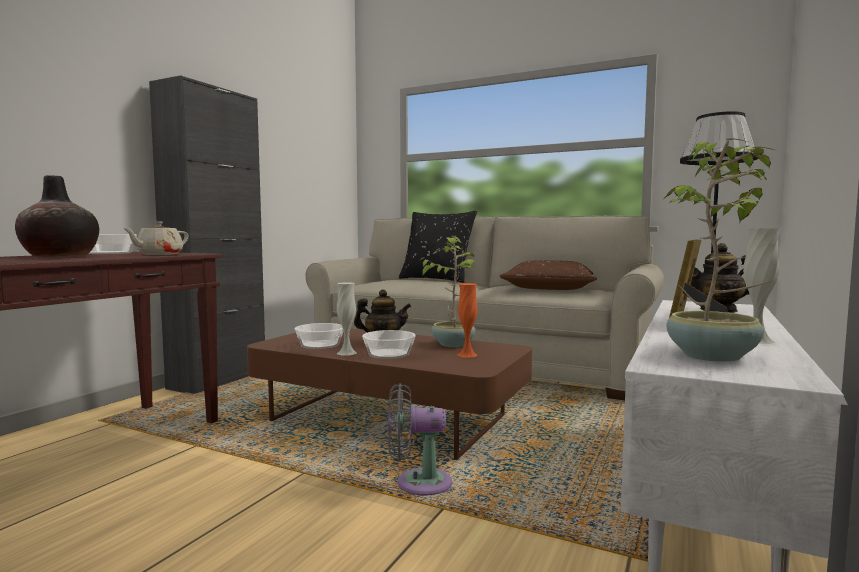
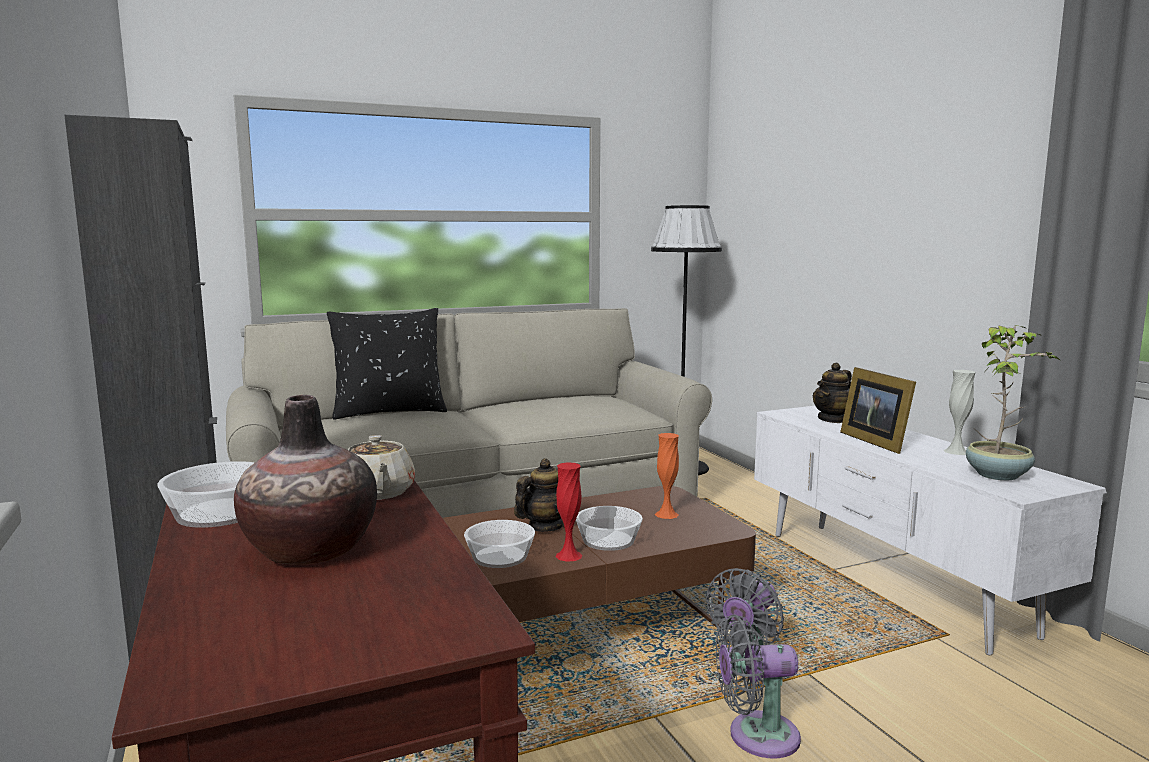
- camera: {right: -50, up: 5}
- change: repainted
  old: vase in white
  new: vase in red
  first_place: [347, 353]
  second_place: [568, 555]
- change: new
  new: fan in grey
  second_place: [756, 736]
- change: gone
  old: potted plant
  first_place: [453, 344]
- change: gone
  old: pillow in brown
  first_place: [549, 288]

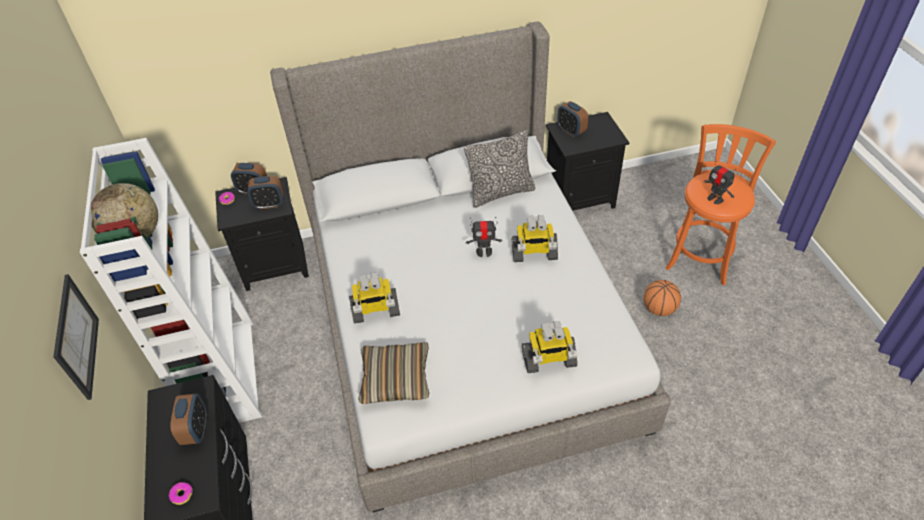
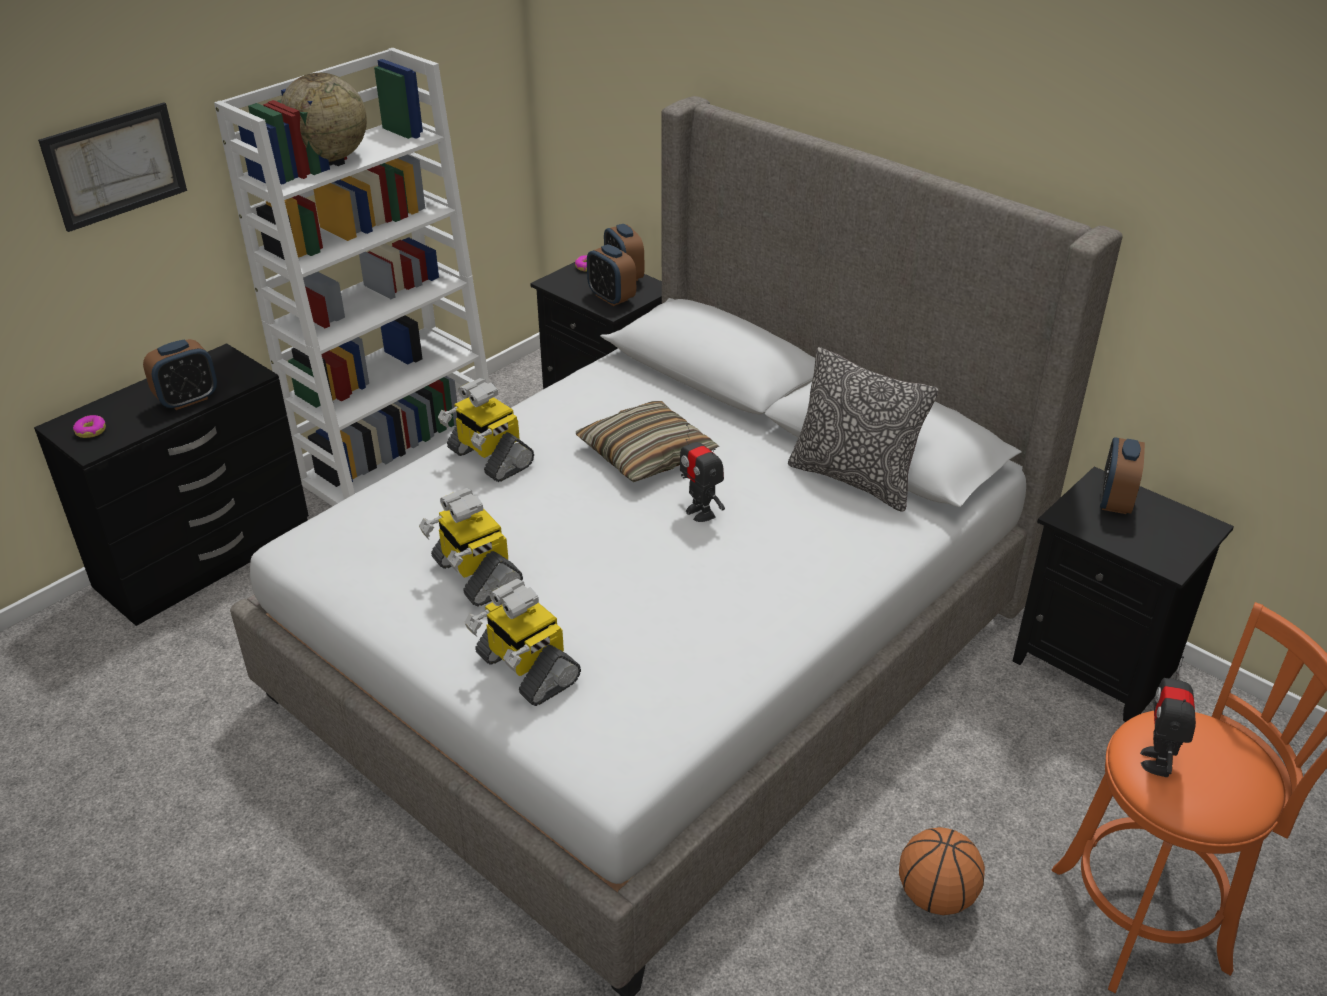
- camera: {right: 55, up: -10}
- change: shifted
  old: toy robot
  first_place: [534, 253]
  second_place: [475, 575]
- change: shifted
  old: pillow
  first_place: [395, 378]
  second_place: [646, 455]

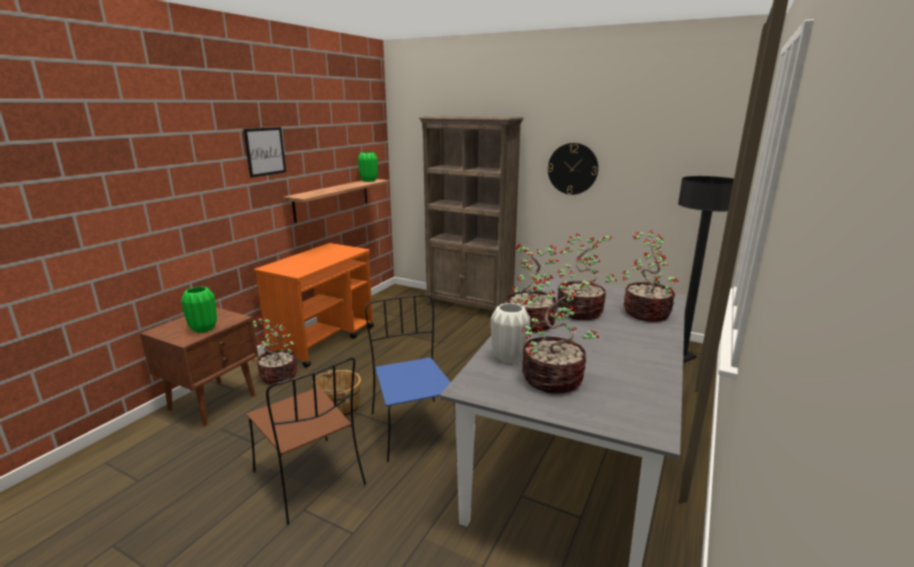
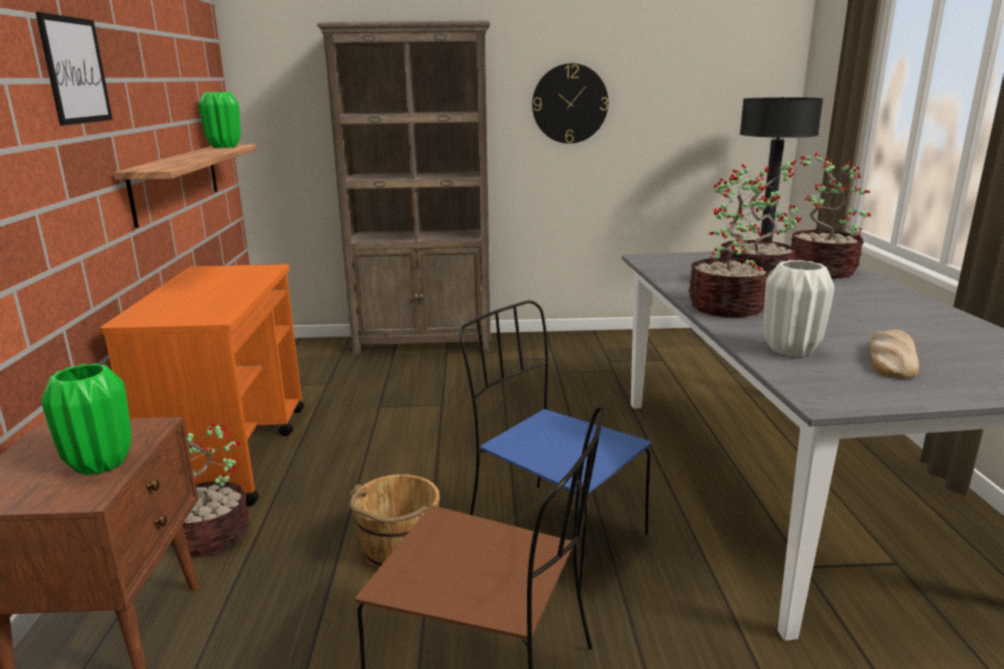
- camera: {right: -30, up: 0}
- change: swapped
  old: potted plant
  new: bread
  first_place: [554, 379]
  second_place: [891, 359]

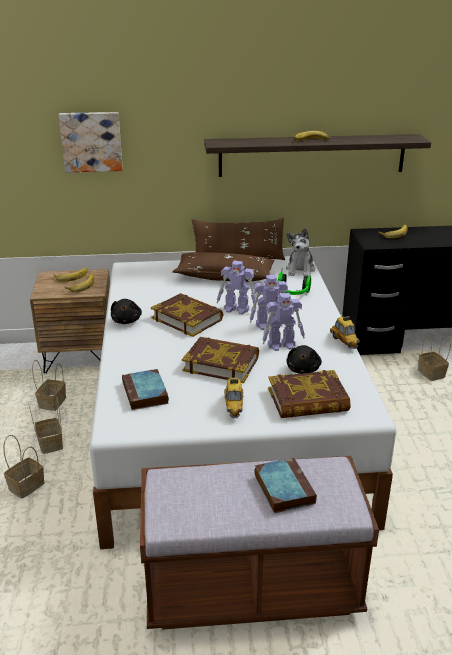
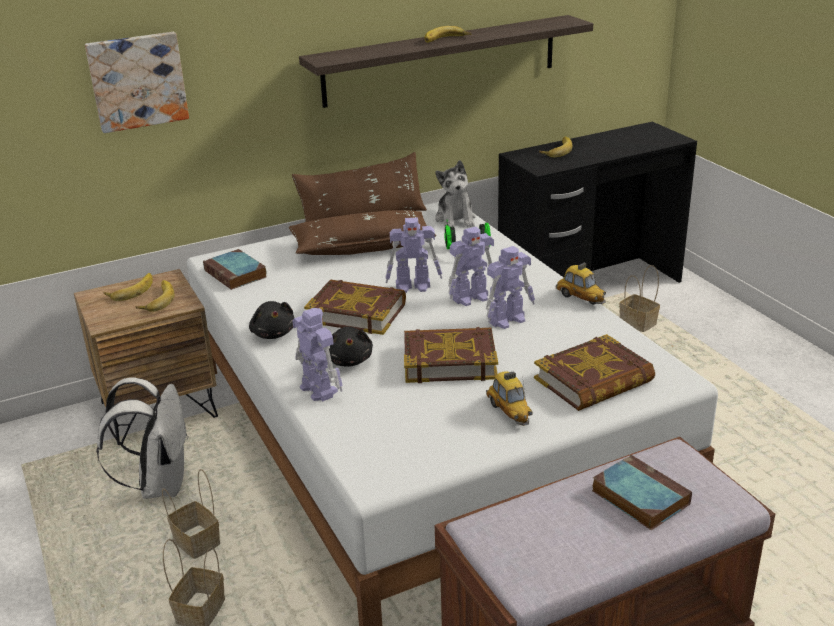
- camera: {right: -20, up: 0}
- change: swapped
  old: basket
  new: backpack in white
  first_place: [52, 403]
  second_place: [160, 484]
- change: shifted
  old: book
  first_place: [145, 393]
  second_place: [236, 274]
- change: new
  new: toy robot
  second_place: [318, 389]
- change: shifted
  old: plush toy in black
  first_place: [303, 369]
  second_place: [349, 360]

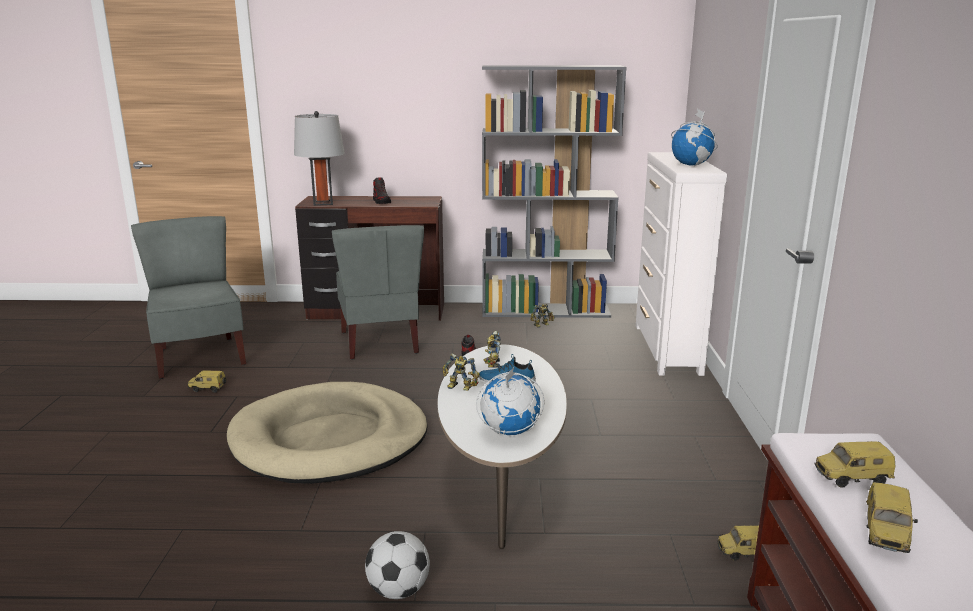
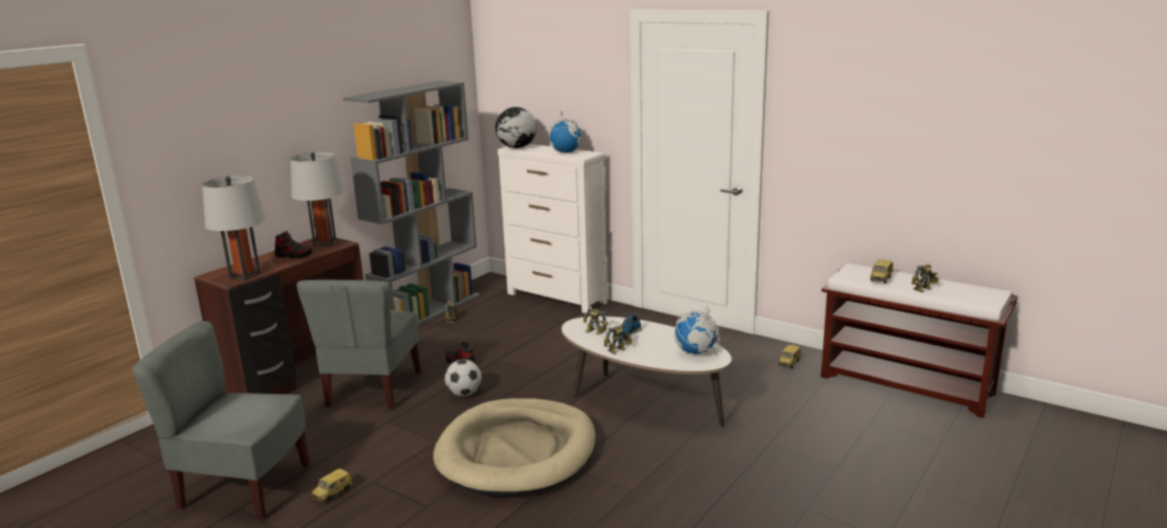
- camera: {right: -55, up: 0}
- change: new
  new: table lamp in grey
  second_place: [324, 242]
- change: rotated
  old: chair in grey
  first_place: [381, 342]
  second_place: [372, 389]
  degrees: 75
- change: shifted
  old: football
  first_place: [398, 590]
  second_place: [464, 394]
- change: new
  new: globe
  second_place: [516, 147]
- change: swapped
  old: toy car
  new: toy robot
  first_place: [887, 536]
  second_place: [924, 289]

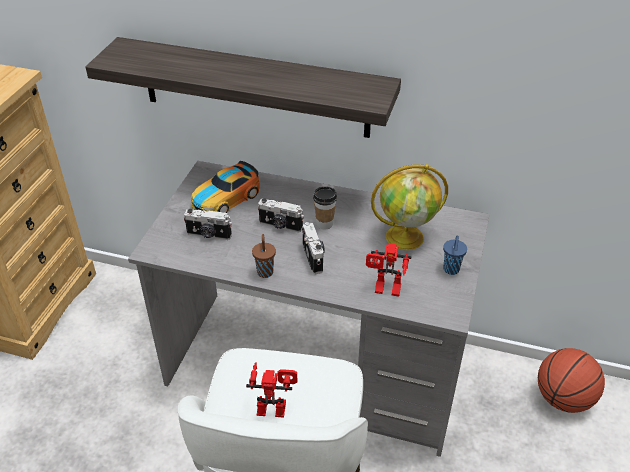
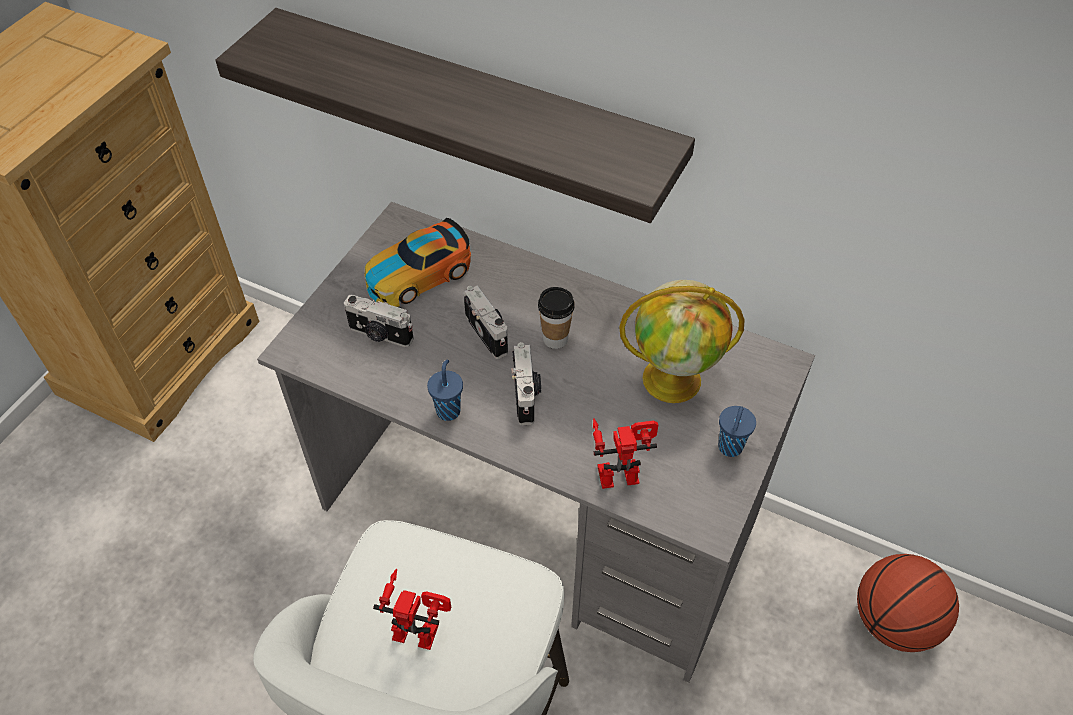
- camera: {right: 10, up: 10}
- change: repainted
  old: cup in brown
  new: cup in blue
  first_place: [265, 271]
  second_place: [448, 410]
- change: rotated
  old: photo camera
  first_place: [280, 226]
  second_place: [488, 333]
  degrees: -150
- change: rotated
  old: toy robot
  first_place: [385, 291]
  second_place: [620, 469]
  degrees: 150

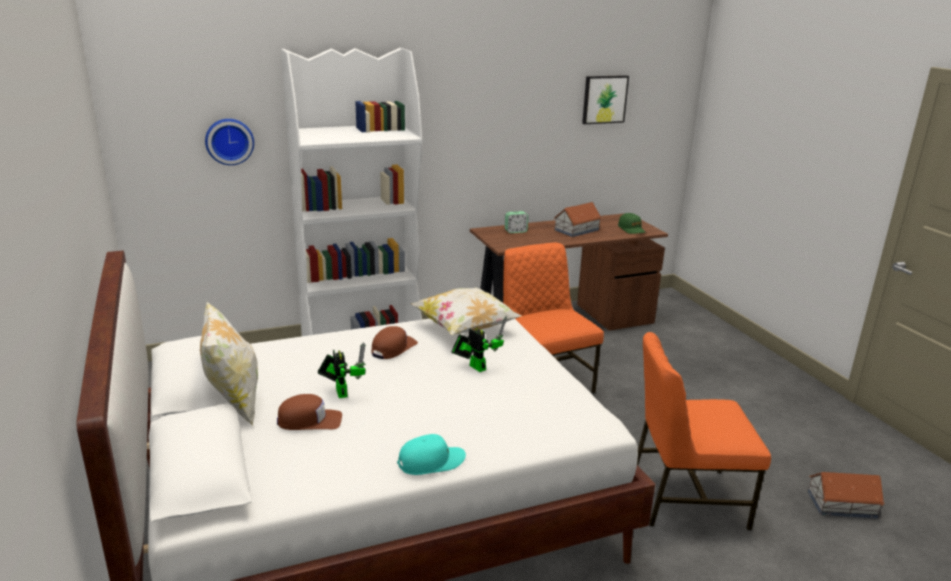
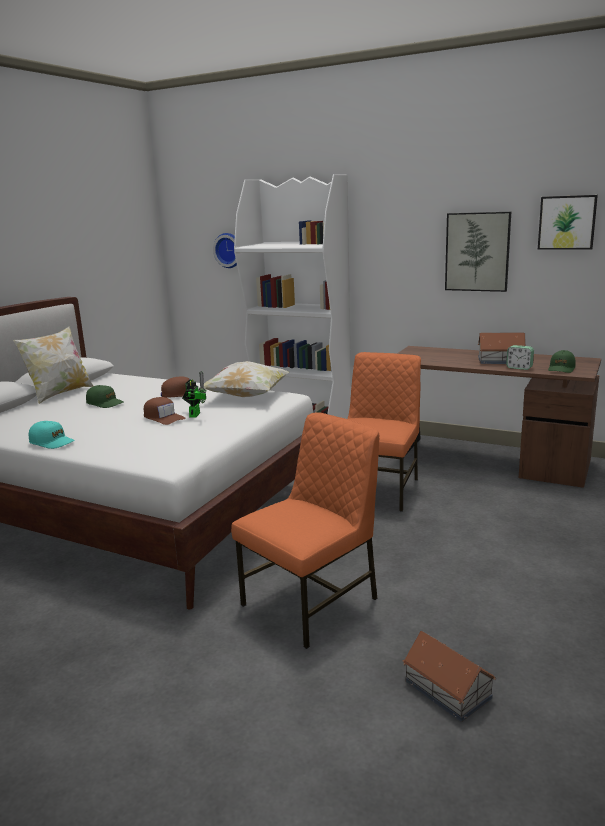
- camera: {right: 50, up: -5}
- change: swapped
  old: toy robot
  new: cap in green
  first_place: [341, 391]
  second_place: [105, 403]
- change: shifted
  old: cap in brown
  first_place: [310, 420]
  second_place: [163, 417]
- change: rotated
  old: chair in orange
  first_place: [685, 498]
  second_place: [313, 602]
  degrees: 90
- change: new
  new: picture
  second_place: [477, 252]
- change: shifted
  old: alarm clock
  first_place: [515, 231]
  second_place: [519, 368]

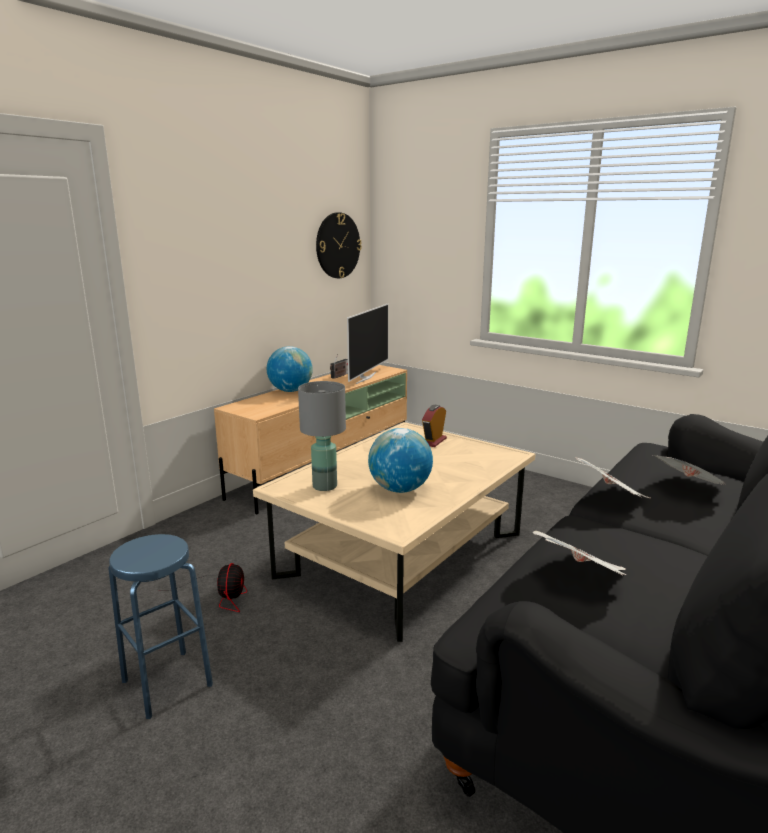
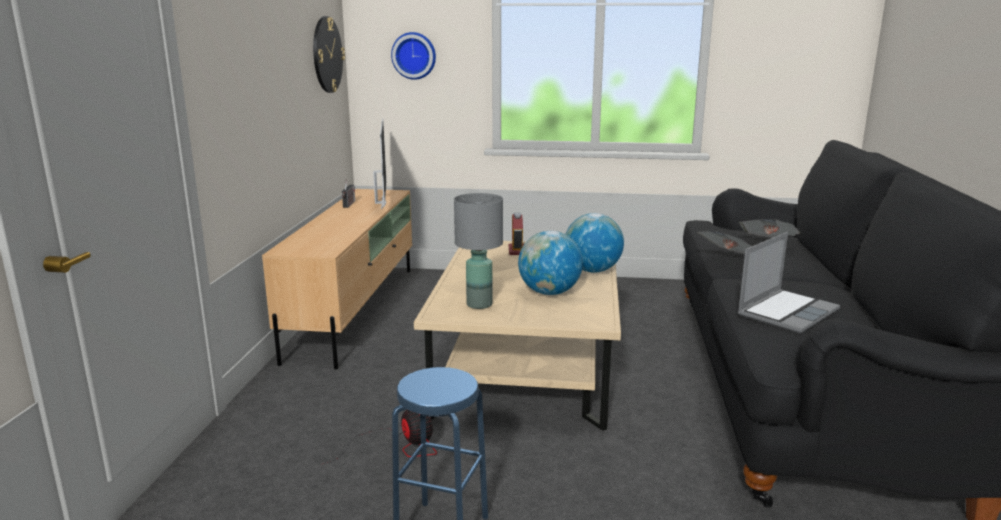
- camera: {right: -30, up: 0}
- change: new
  new: wall clock
  second_place: [414, 55]
- change: shifted
  old: globe
  first_place: [290, 391]
  second_place: [592, 270]
- change: swapped
  old: newspaper
  new: laptop
  first_place: [580, 576]
  second_place: [787, 312]

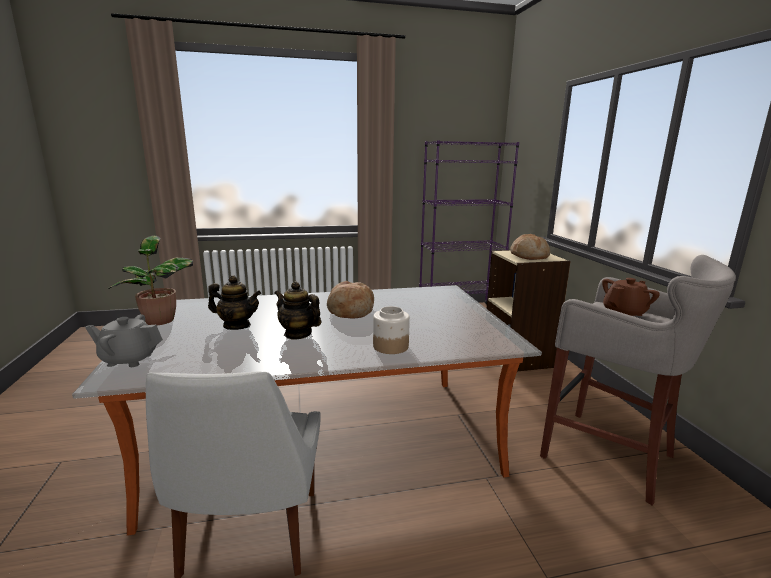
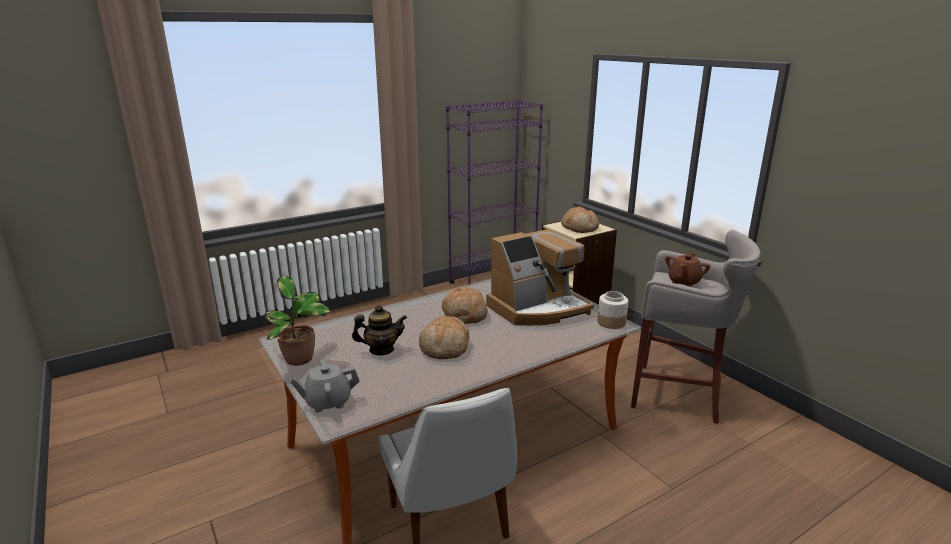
- camera: {right: -20, up: 5}
- change: swapped
  old: teapot
  new: bread
  first_place: [298, 334]
  second_place: [445, 347]
- change: new
  new: coffee machine
  second_place: [538, 309]
- change: shifted
  old: jar
  first_place: [390, 346]
  second_place: [611, 322]

